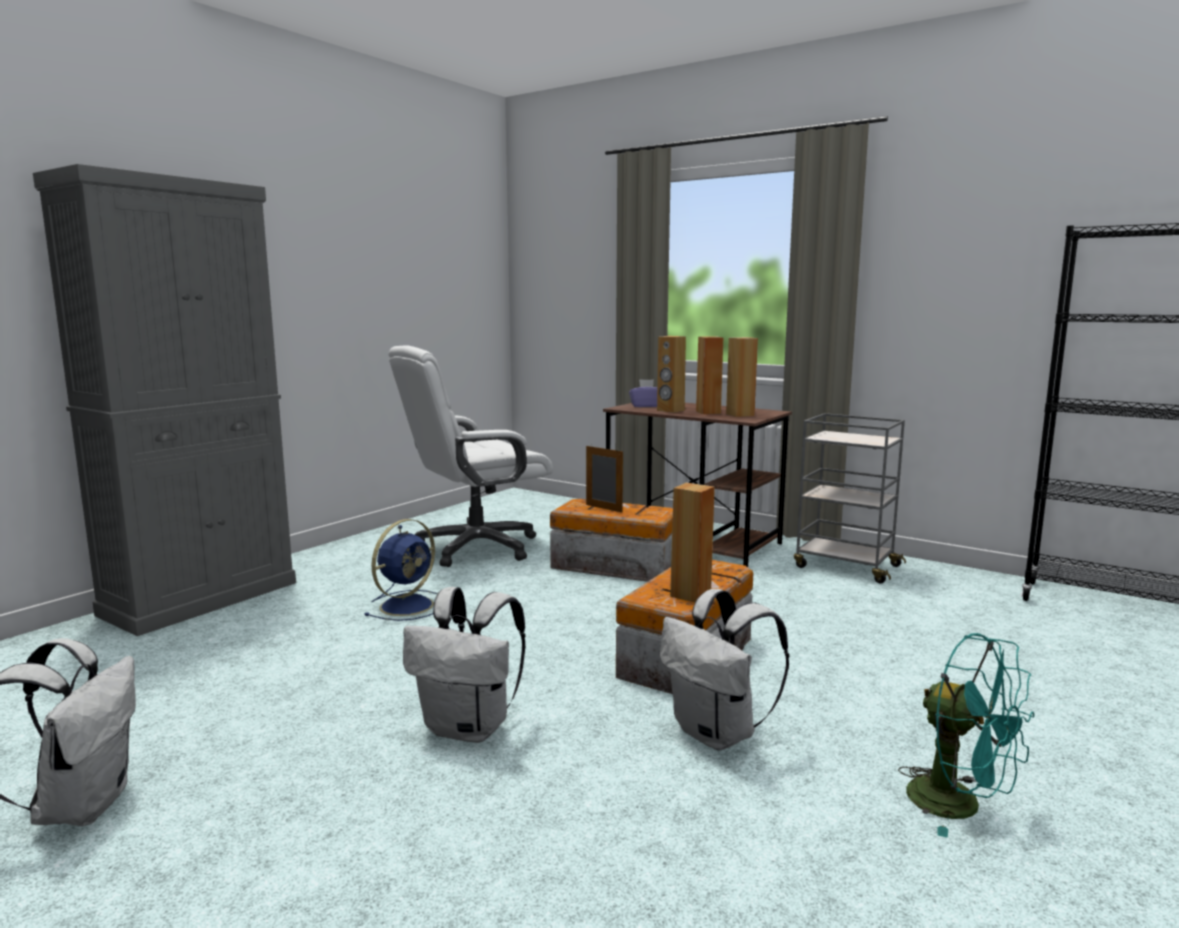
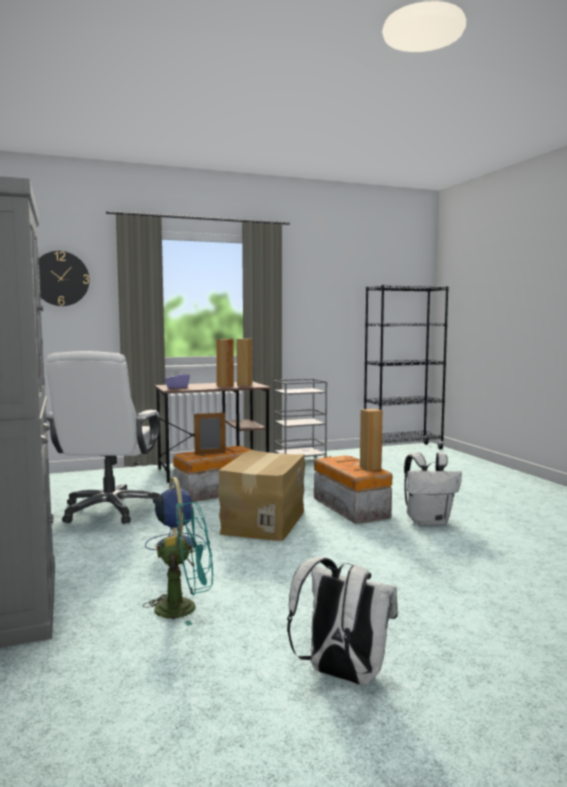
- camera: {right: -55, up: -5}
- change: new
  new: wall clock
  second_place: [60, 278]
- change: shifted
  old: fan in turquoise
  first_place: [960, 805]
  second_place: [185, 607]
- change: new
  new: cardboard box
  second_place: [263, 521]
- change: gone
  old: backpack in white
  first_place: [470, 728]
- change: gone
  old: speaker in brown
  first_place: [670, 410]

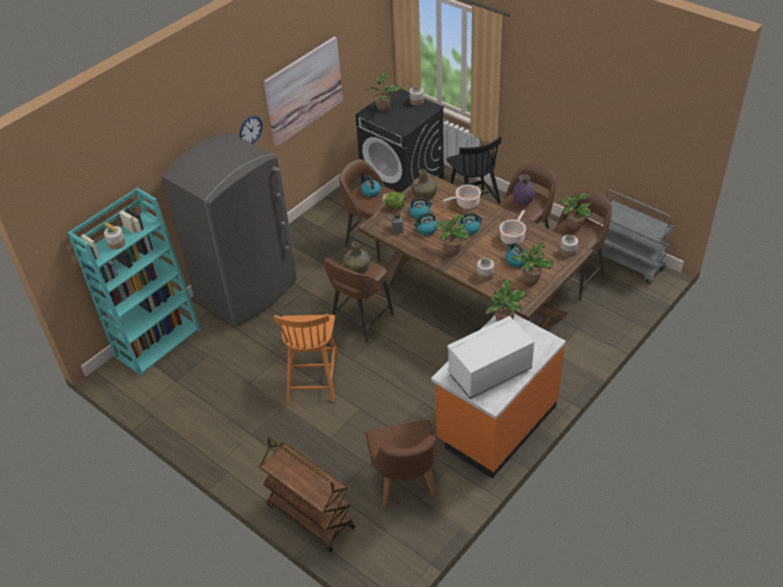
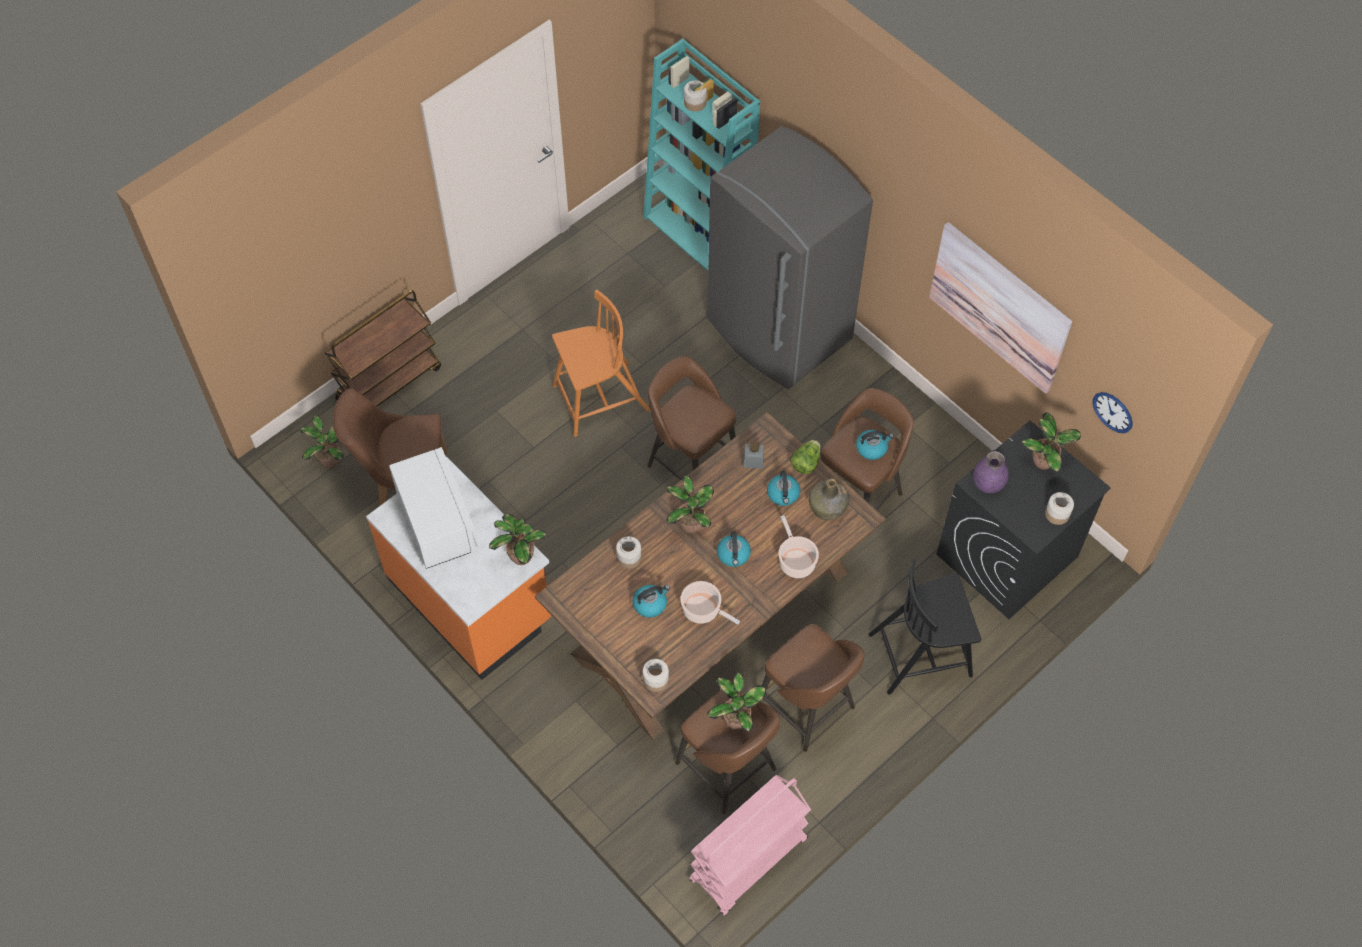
- camera: {right: 95, up: 15}
- change: shifted
  old: potted plant
  first_place: [530, 280]
  second_place: [329, 459]
- change: rotated
  old: chair in orange
  first_place: [313, 377]
  second_place: [599, 399]
  degrees: 150
- change: repainted
  old: cart in grey
  new: cart in pink
  first_place: [628, 262]
  second_place: [748, 861]
- change: shifted
  old: vase in purple
  first_place: [522, 201]
  second_place: [988, 483]
- change: shifted
  old: wall clock
  first_place: [250, 130]
  second_place: [1113, 412]
- change: gone
  old: bottle in green
  first_place: [357, 267]
- change: gone
  old: kettle
  first_place: [426, 230]

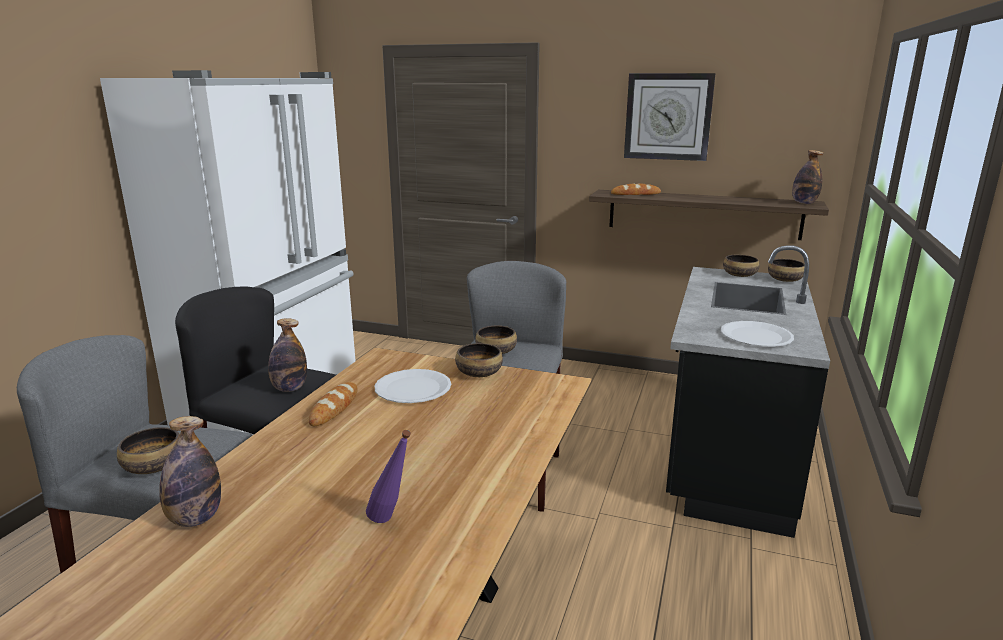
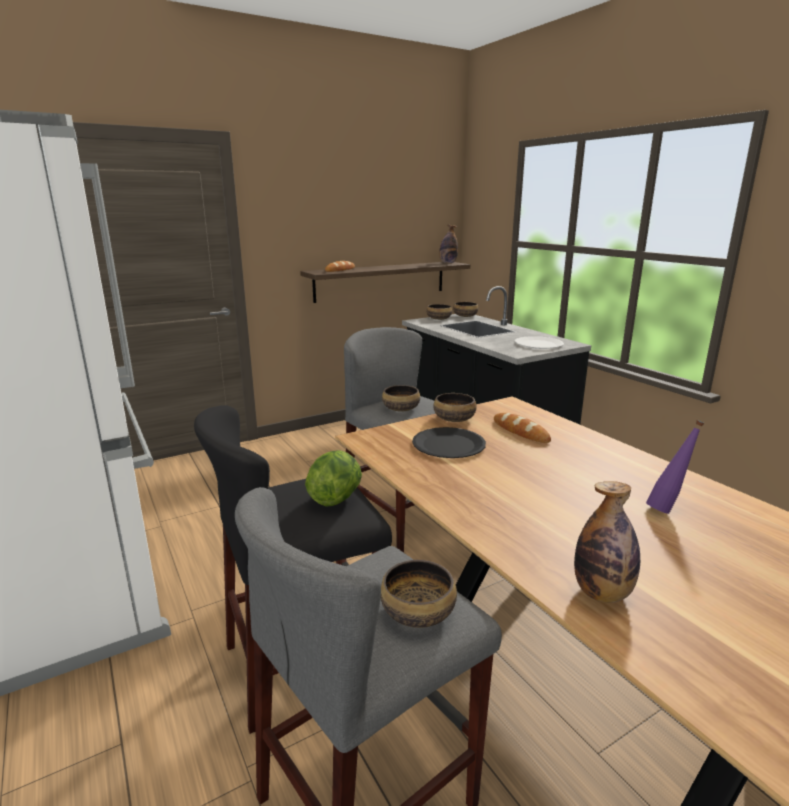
- camera: {right: -50, up: 0}
- change: swapped
  old: bottle
  new: lettuce
  first_place: [289, 388]
  second_place: [336, 498]
- change: repainted
  old: plate in white
  new: plate in black
  first_place: [413, 388]
  second_place: [448, 445]
- change: shifted
  old: bread
  first_place: [334, 407]
  second_place: [520, 431]
- change: gone
  old: wall clock
  first_place: [668, 116]

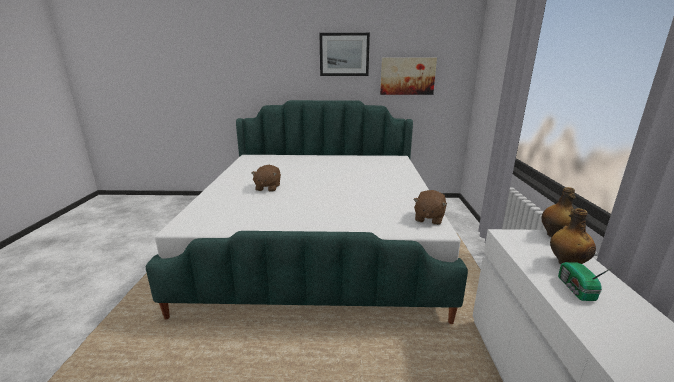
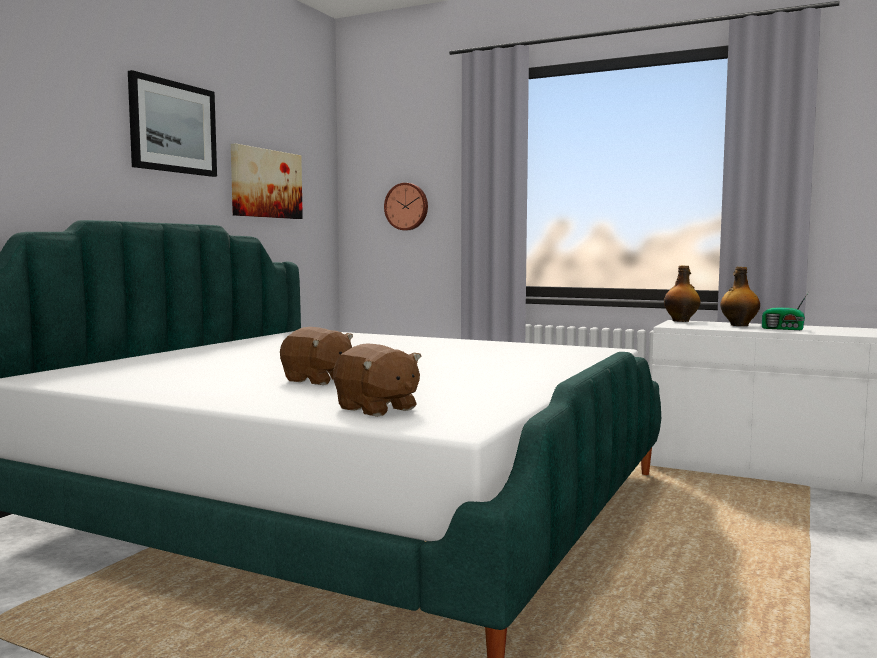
- camera: {right: -65, up: -15}
- change: shifted
  old: plush toy in brown
  first_place: [428, 218]
  second_place: [376, 409]
- change: new
  new: wall clock
  second_place: [407, 206]

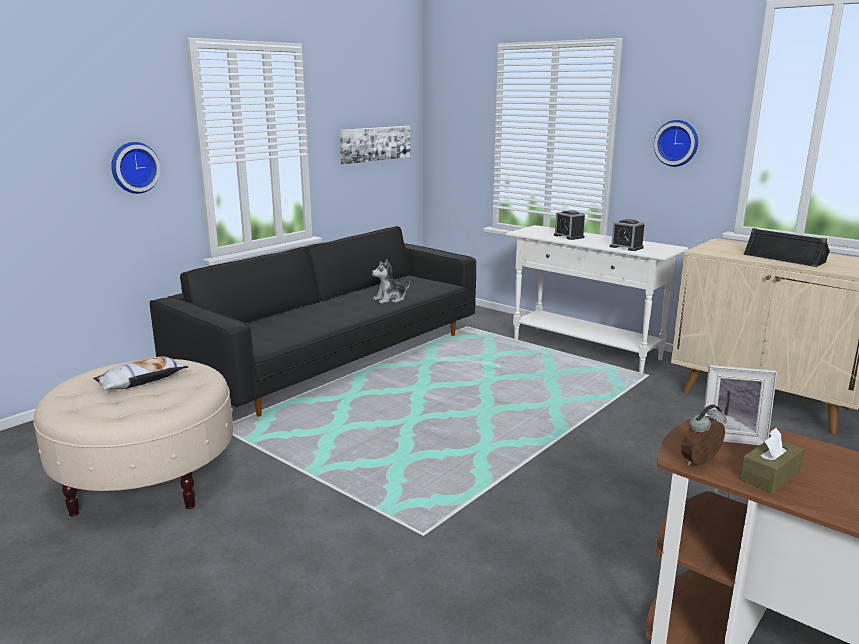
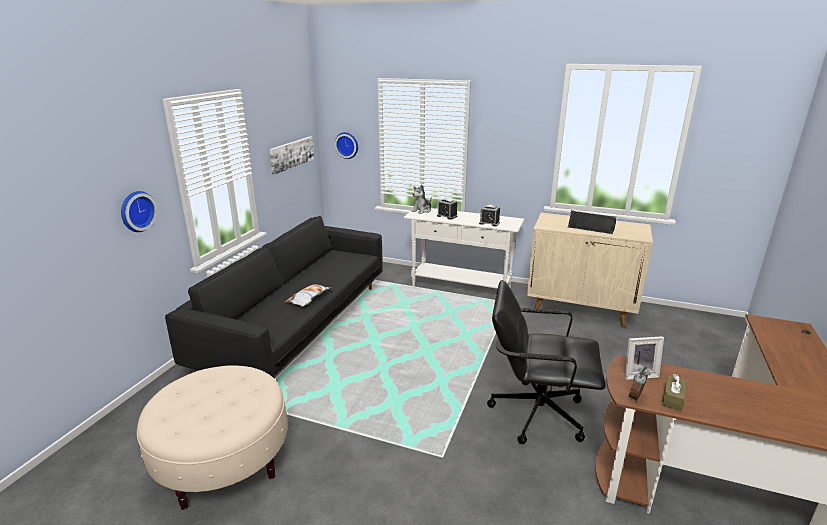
- camera: {right: -20, up: 5}
- change: shifted
  old: pillow
  first_place: [141, 380]
  second_place: [309, 299]
- change: shifted
  old: wall clock
  first_place: [677, 143]
  second_place: [347, 145]
- change: shifted
  old: plush toy
  first_place: [390, 299]
  second_place: [422, 210]
- change: new
  new: office chair in black
  second_place: [536, 412]

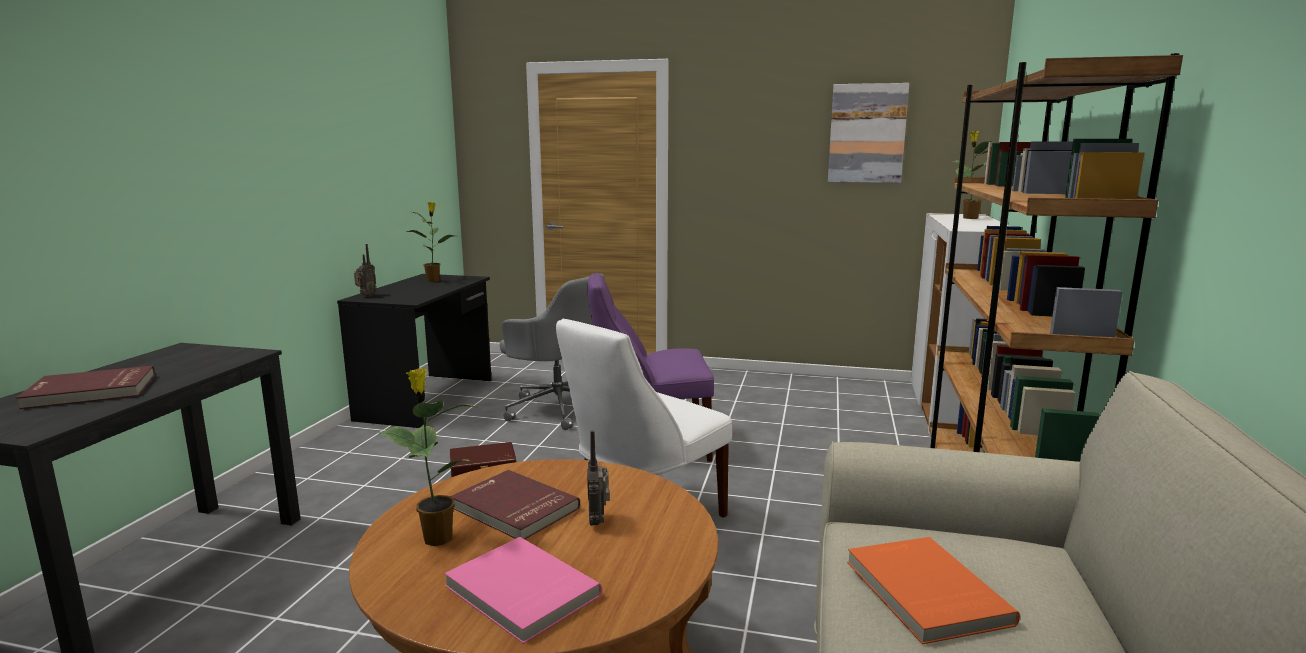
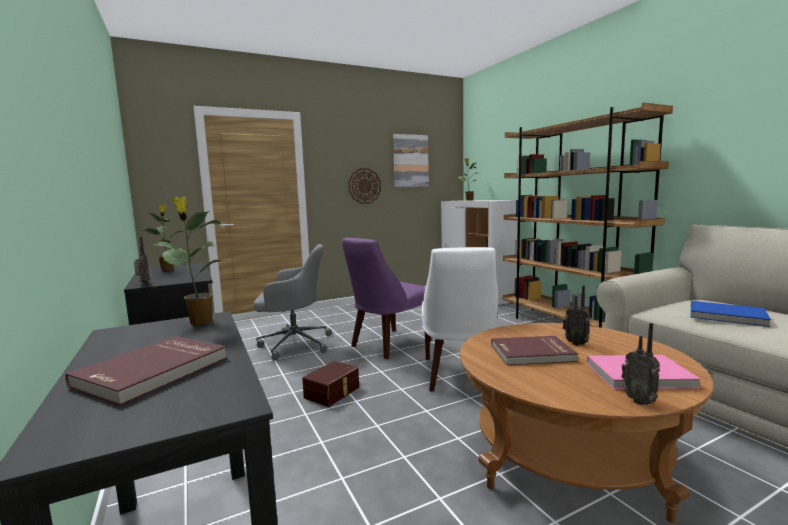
- camera: {right: -40, up: -5}
- change: shifted
  old: potted plant
  first_place: [436, 537]
  second_place: [199, 322]
- change: new
  new: wall clock
  second_place: [364, 186]
- change: new
  new: radio
  second_place: [639, 401]
- change: repainted
  old: book in orange
  new: book in blue
  first_place: [923, 592]
  second_place: [727, 316]

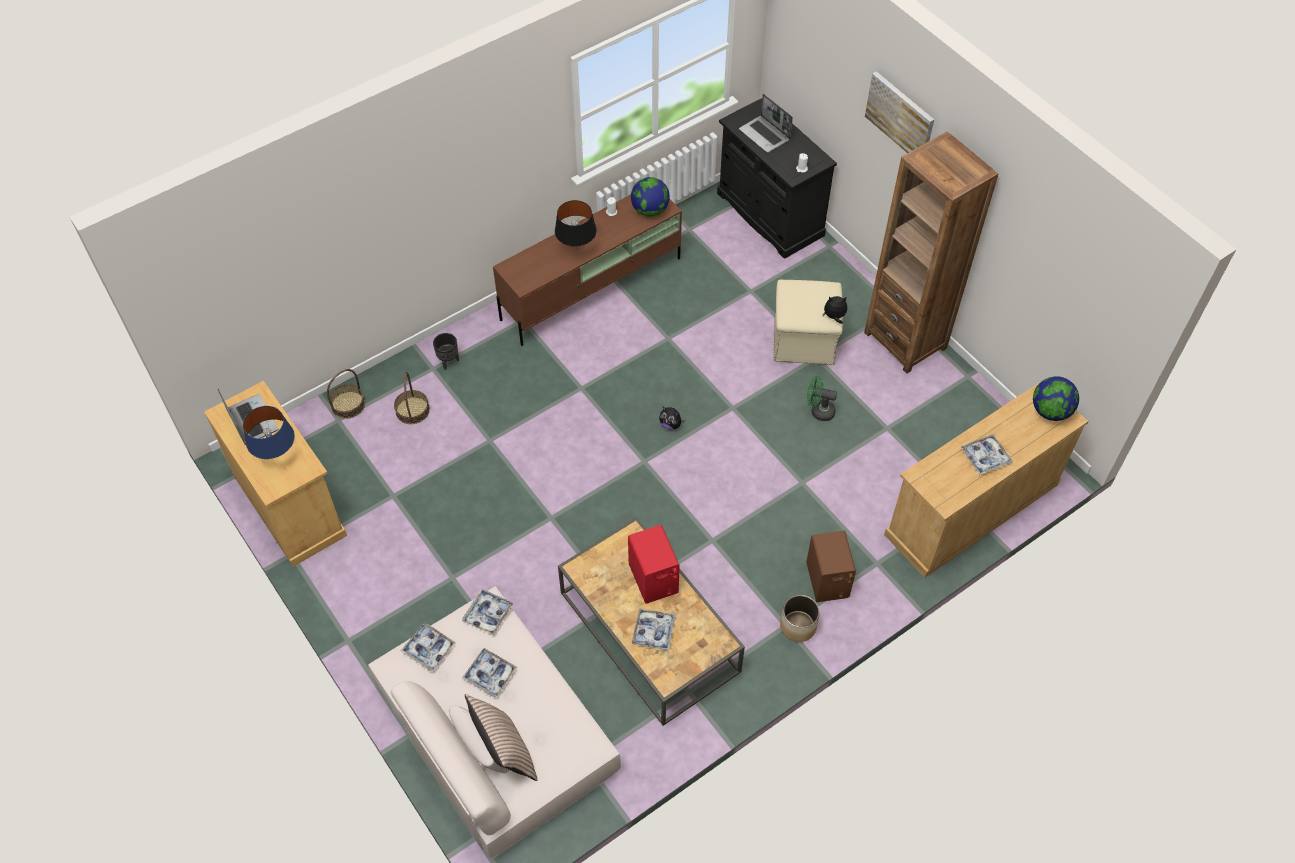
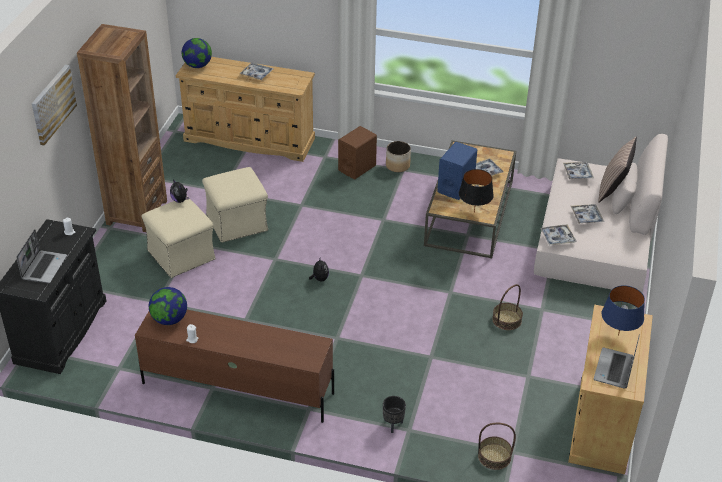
- camera: {right: -130, up: -15}
- change: swapped
  old: fan in green
  new: ottoman in beige
  first_place: [818, 411]
  second_place: [237, 222]
- change: repainted
  old: speaker in red
  new: speaker in blue
  first_place: [653, 579]
  second_place: [455, 187]
- change: shifted
  old: table lamp in black
  first_place: [576, 249]
  second_place: [474, 212]
- change: shifted
  old: basket
  first_place: [412, 410]
  second_place: [507, 320]
- change: shifted
  old: tray
  first_place: [428, 649]
  second_place: [577, 173]

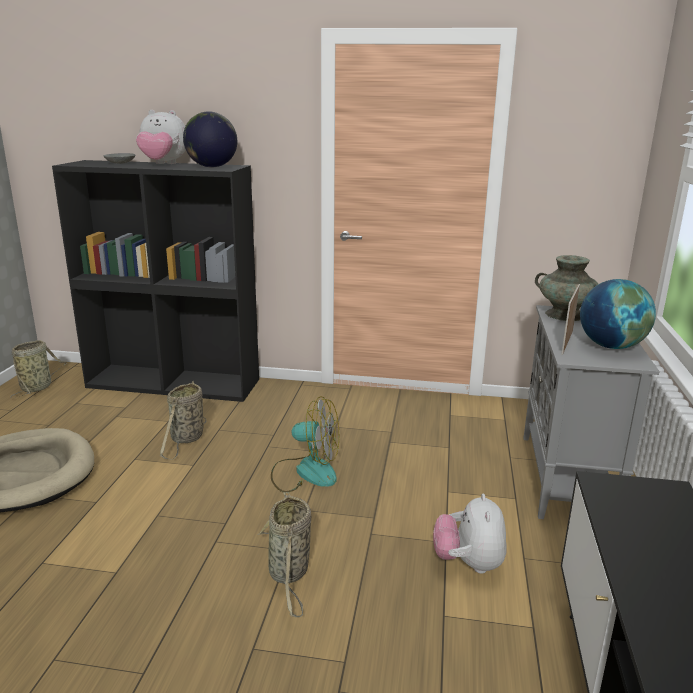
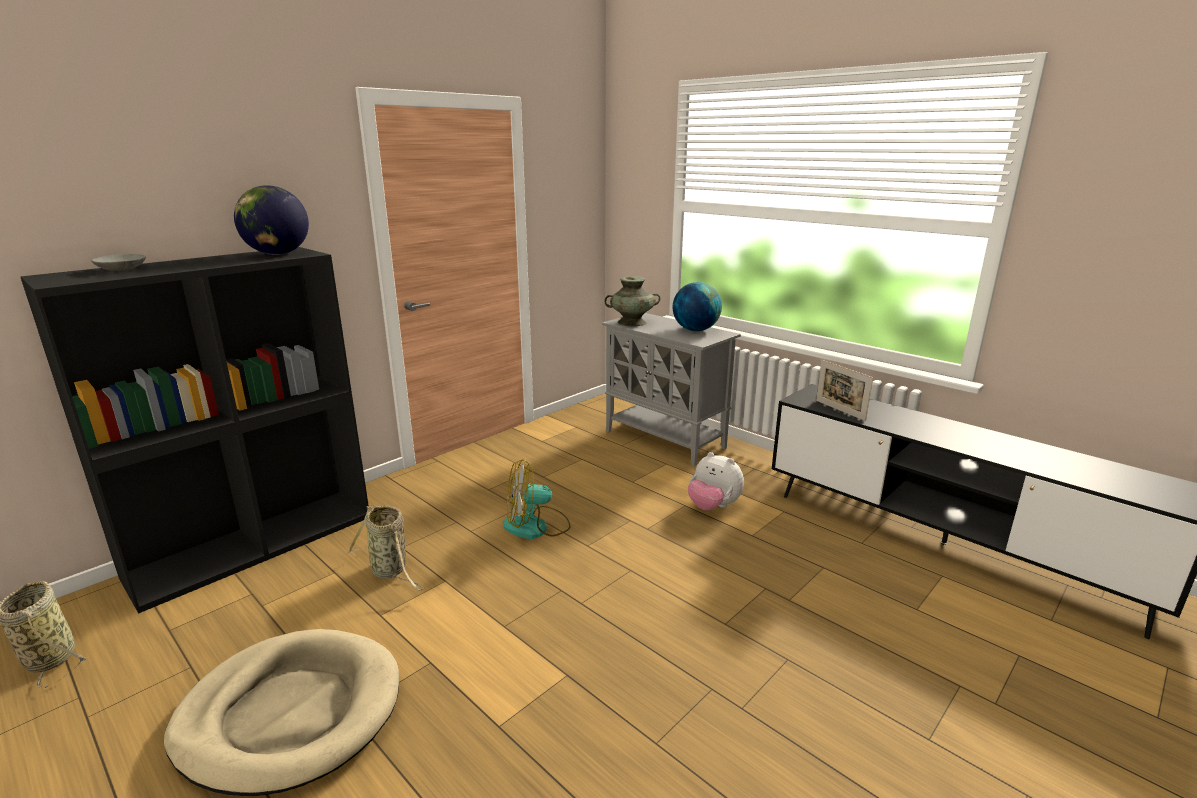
- camera: {right: -55, up: 0}
- change: rotated
  old: fan
  first_place: [305, 472]
  second_place: [536, 527]
  degrees: -150
- change: shifted
  old: picture frame
  first_place: [567, 342]
  second_place: [840, 410]
- change: gone
  old: plush toy
  first_place: [163, 164]
- change: gone
  old: basket
  first_place: [289, 574]

